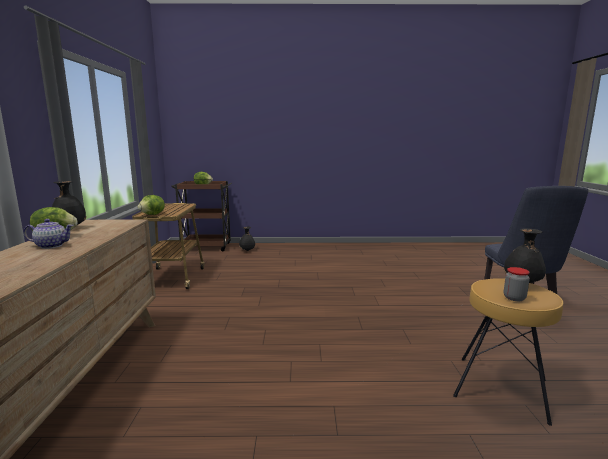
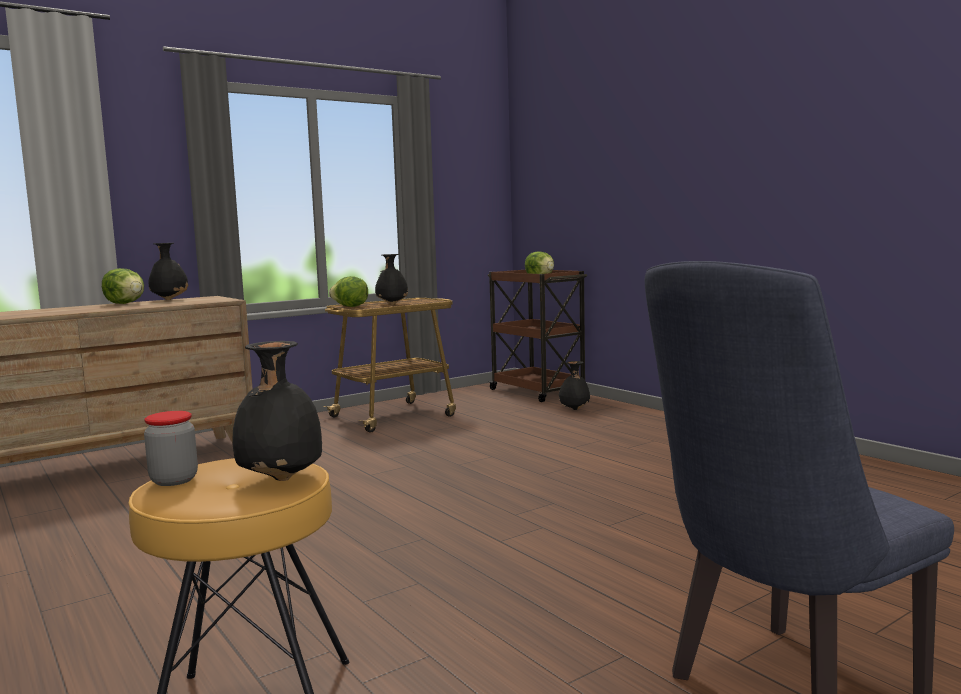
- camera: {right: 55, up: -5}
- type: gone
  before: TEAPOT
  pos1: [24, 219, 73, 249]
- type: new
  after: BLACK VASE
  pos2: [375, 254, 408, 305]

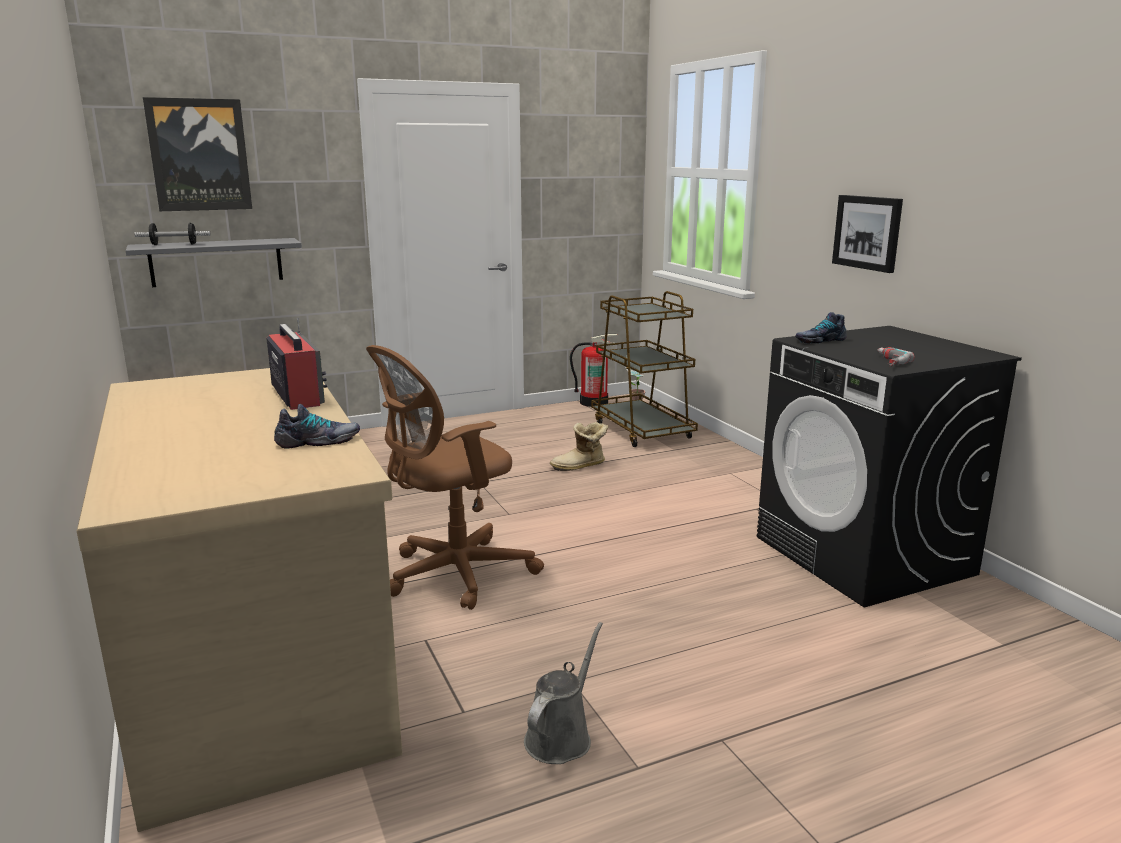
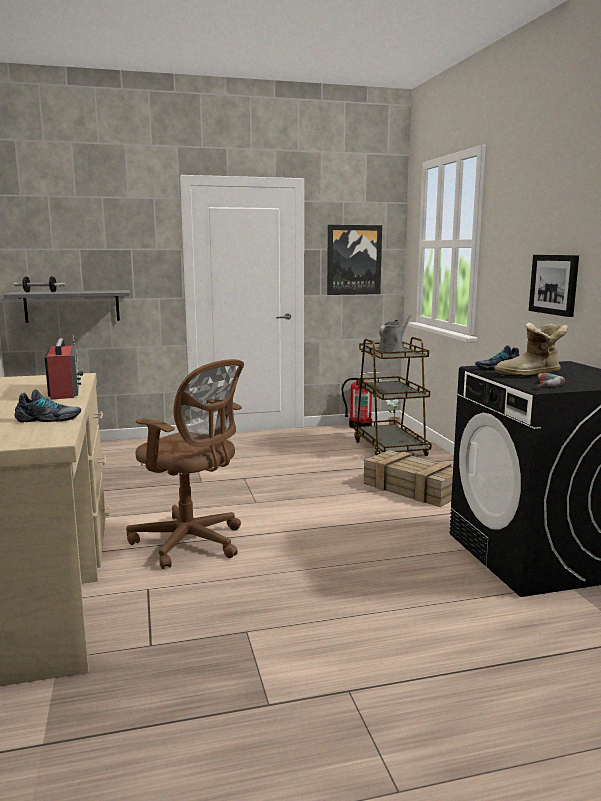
- camera: {right: 10, up: -5}
- type: shifted
  before: PICTURE
  pos1: [143, 97, 252, 211]
  pos2: [327, 225, 382, 295]
- type: rotated
  before: BROWN OFFICE CHAIR
  pos1: [366, 345, 544, 610]
  pos2: [126, 359, 244, 569]
  turn: -120
- type: shifted
  before: GREY WATERING CAN
  pos1: [524, 622, 603, 764]
  pos2: [378, 315, 412, 354]
- type: shifted
  before: BOOT
  pos1: [550, 422, 608, 471]
  pos2: [494, 323, 568, 376]
- type: new
  after: CRATE
  pos2: [364, 450, 453, 507]

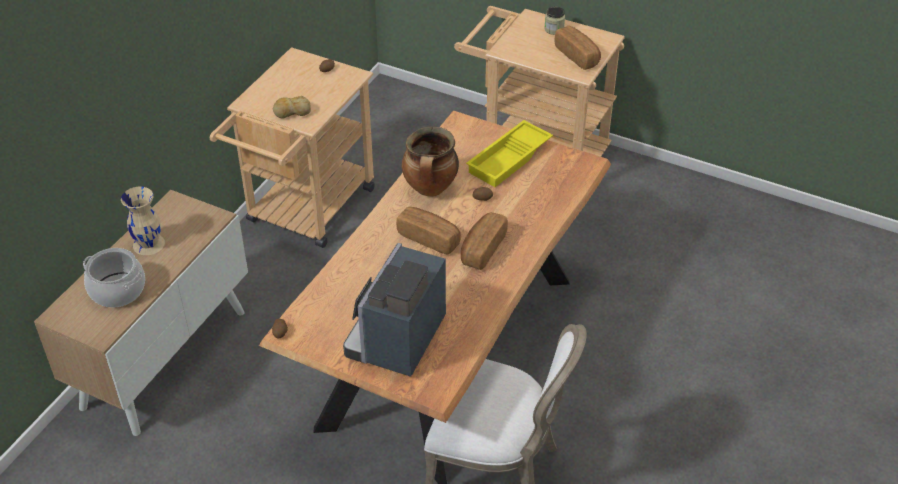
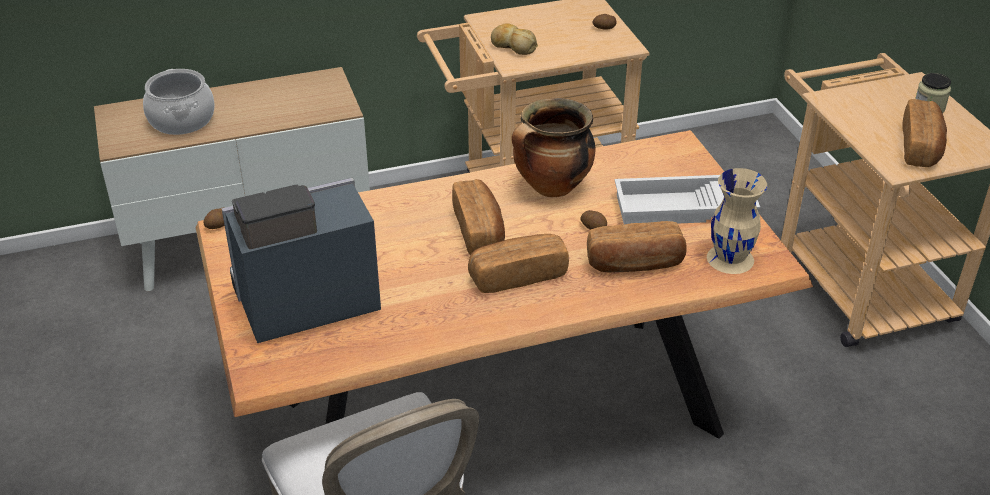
- camera: {right: 45, up: -5}
- type: shifted
  before: BEIGE VASE
  pos1: [121, 187, 165, 255]
  pos2: [707, 168, 767, 274]
- type: repainted
  before: YELLOW TRAY
  after: WHITE TRAY
  pos1: [466, 120, 553, 187]
  pos2: [615, 175, 760, 224]
- type: new
  after: BREAD
  pos2: [587, 221, 687, 273]

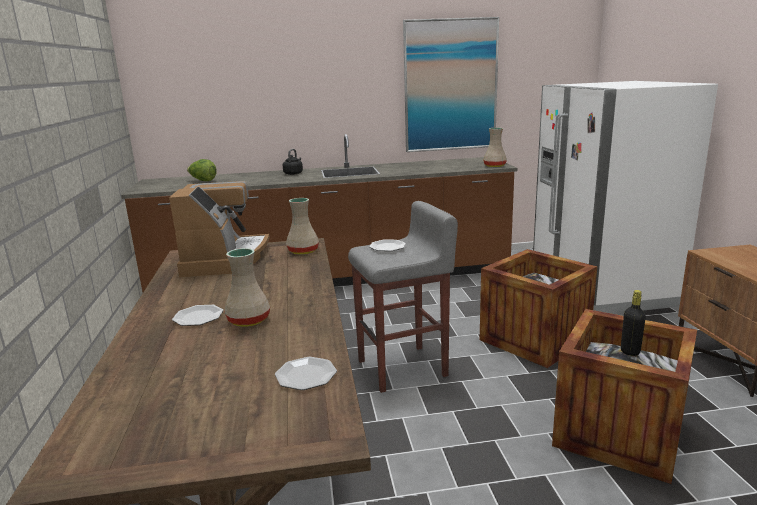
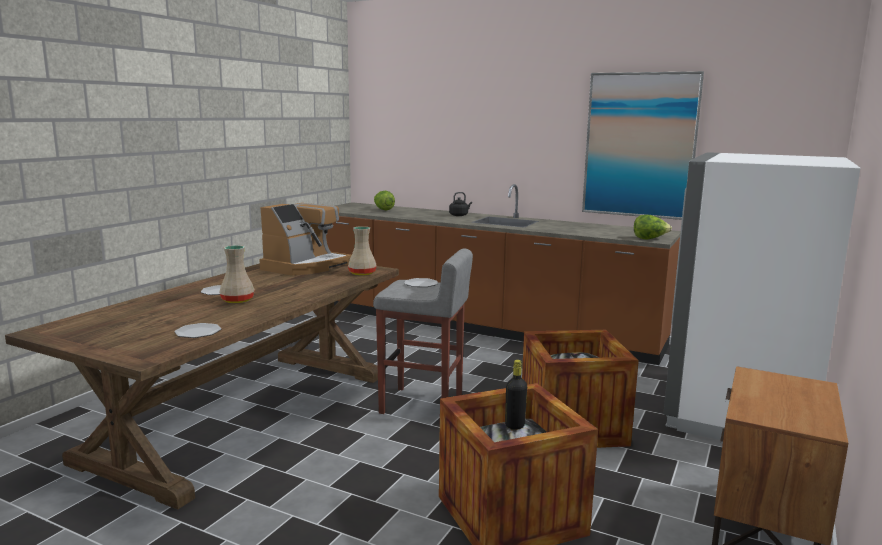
- camera: {right: 35, up: -5}
- type: swapped
  before: BEIGE VASE
  after: LETTUCE
  pos1: [483, 128, 507, 167]
  pos2: [634, 215, 672, 239]

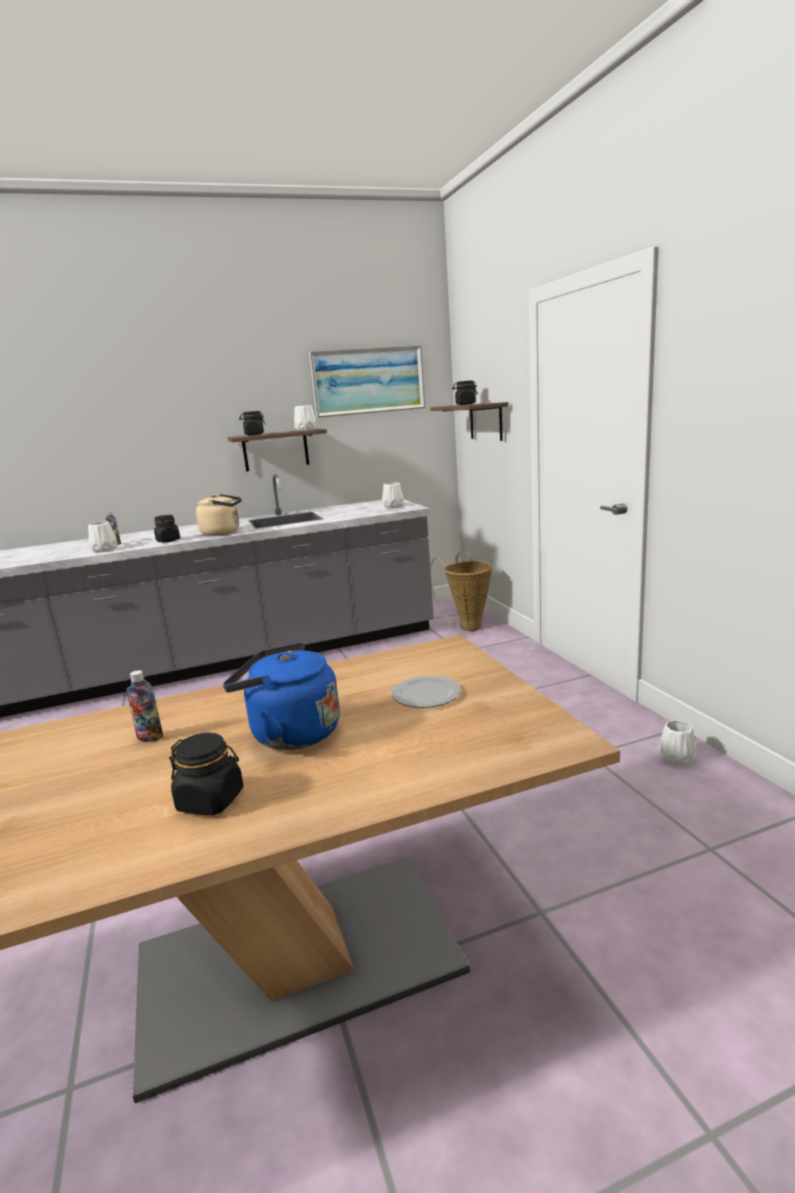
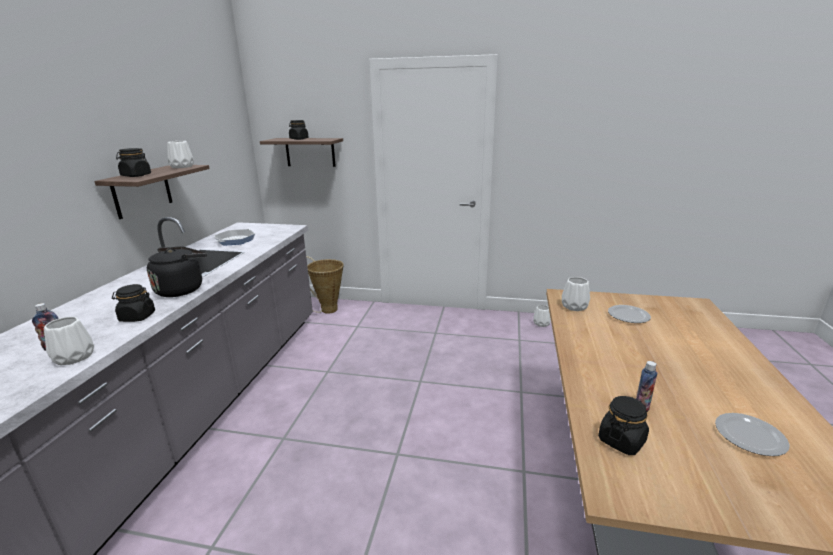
- camera: {right: -60, up: 5}
- type: shifted
  before: BLACK JAR
  pos1: [169, 733, 244, 815]
  pos2: [598, 396, 649, 455]
- type: repainted
  before: BEIGE KETTLE
  after: BLACK KETTLE
  pos1: [196, 494, 242, 536]
  pos2: [147, 247, 207, 297]
- type: gone
  before: BLUE KETTLE
  pos1: [223, 642, 340, 750]
- type: gone
  before: PICTURE
  pos1: [309, 345, 425, 418]
- type: shifted
  before: WHITE VASE
  pos1: [382, 482, 404, 508]
  pos2: [562, 277, 590, 311]
- type: new
  after: FRYING PAN
  pos2: [214, 229, 255, 245]
- type: new
  after: PLATE
  pos2: [715, 413, 790, 456]

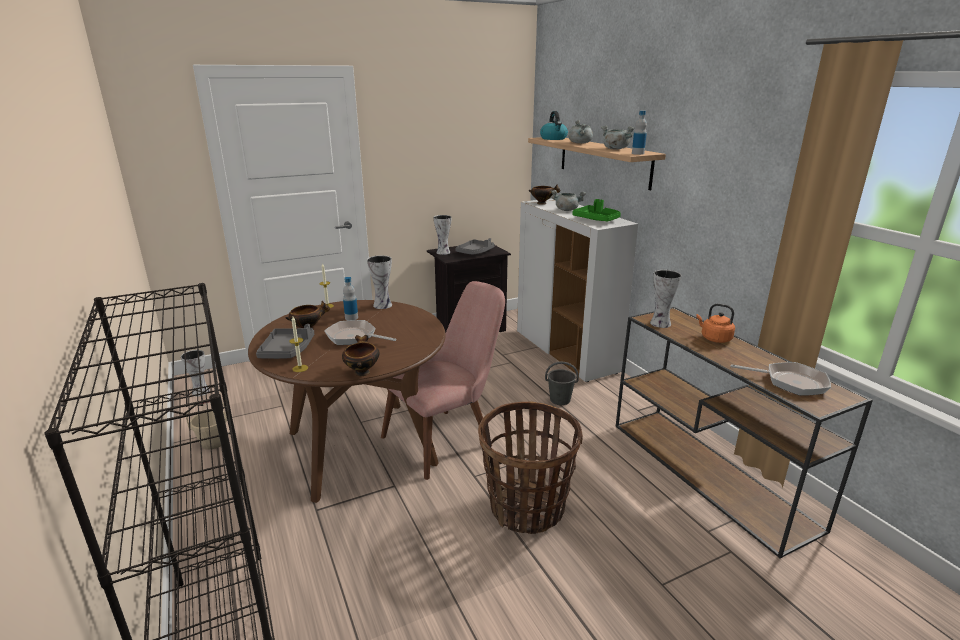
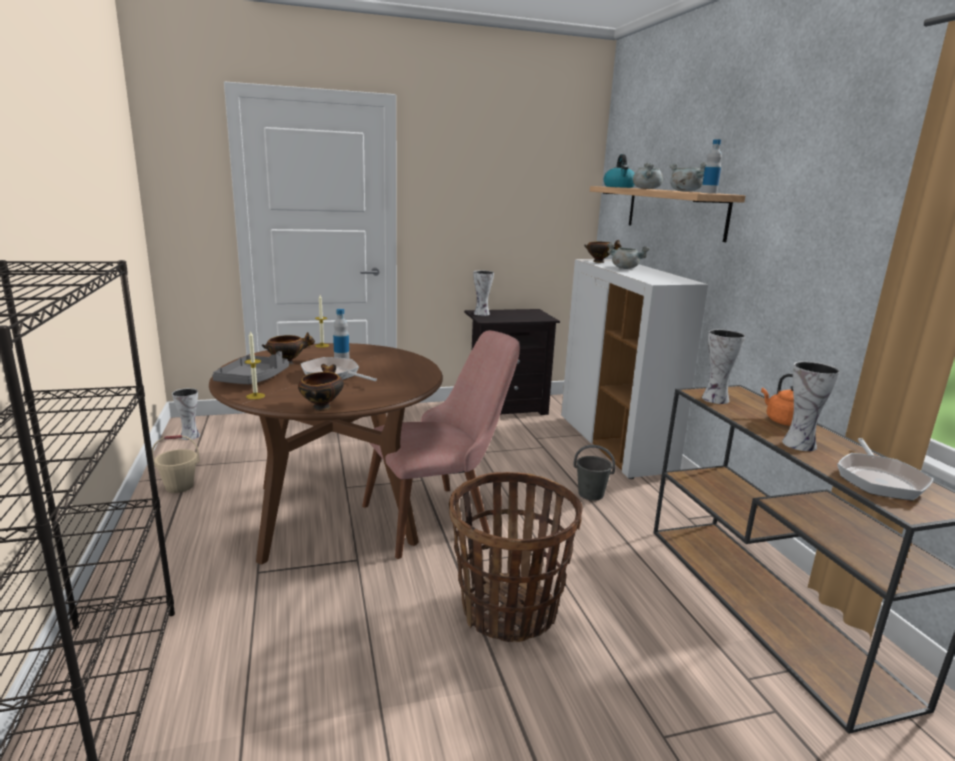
- camera: {right: 10, up: -5}
- type: shifted
  before: VASE
  pos1: [367, 255, 392, 309]
  pos2: [782, 361, 840, 451]
- type: gone
  before: GREY TRAY
  pos1: [455, 238, 495, 255]
- type: gone
  before: GREEN TRAY
  pos1: [572, 199, 621, 222]
- type: rotated
  before: FRYING PAN
  pos1: [731, 362, 831, 396]
  pos2: [837, 438, 933, 501]
  turn: 75

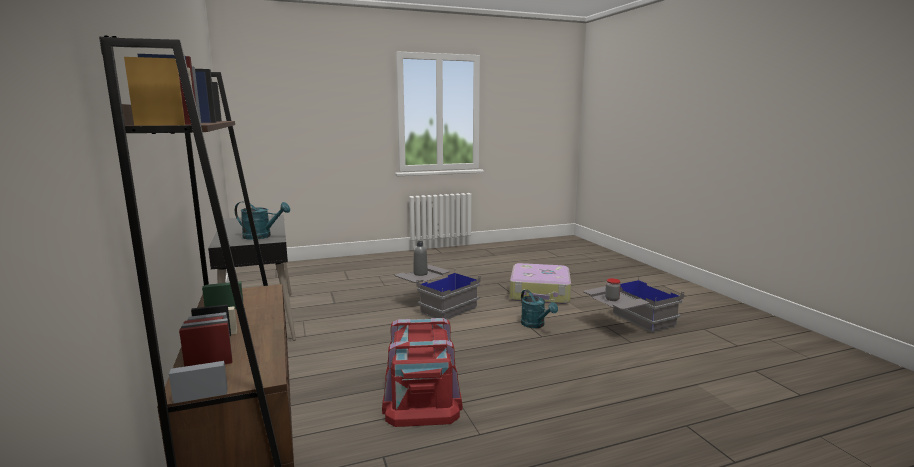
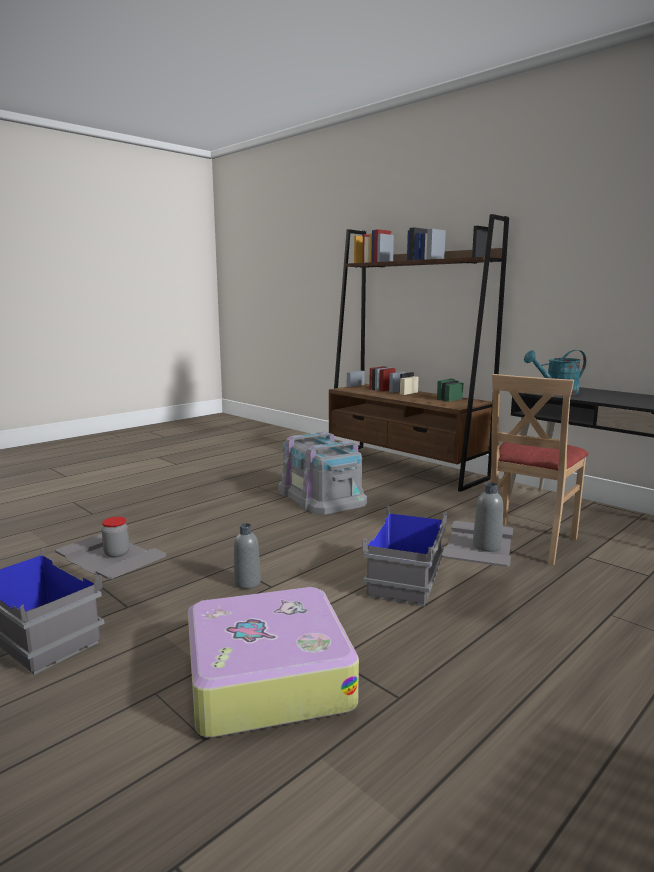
- camera: {right: 155, up: 0}
- type: repainted
  before: RED STORAGE BOX
  after: GREY STORAGE BOX
  pos1: [382, 318, 462, 427]
  pos2: [278, 432, 367, 515]
- type: swapped
  before: TURQUOISE WATERING CAN
  after: GREY BOTTLE
  pos1: [521, 290, 558, 328]
  pos2: [234, 523, 261, 589]
- type: new
  after: BEIGE CHAIR
  pos2: [490, 374, 589, 565]

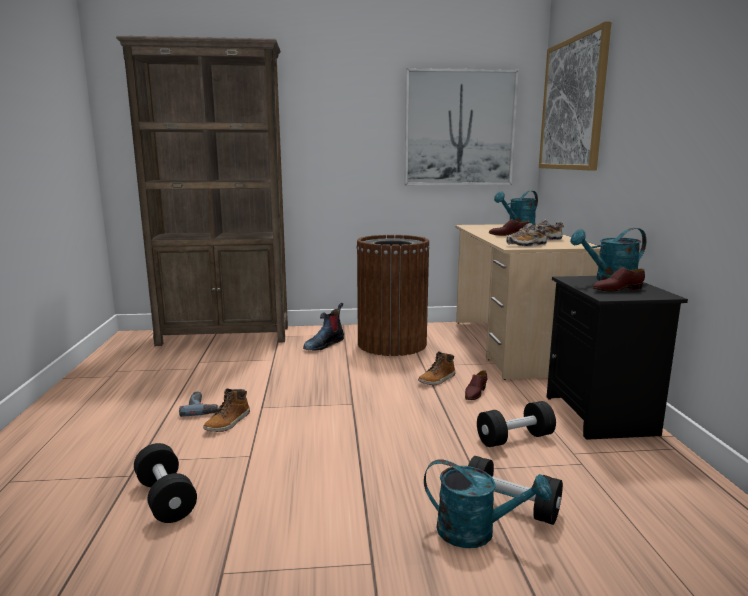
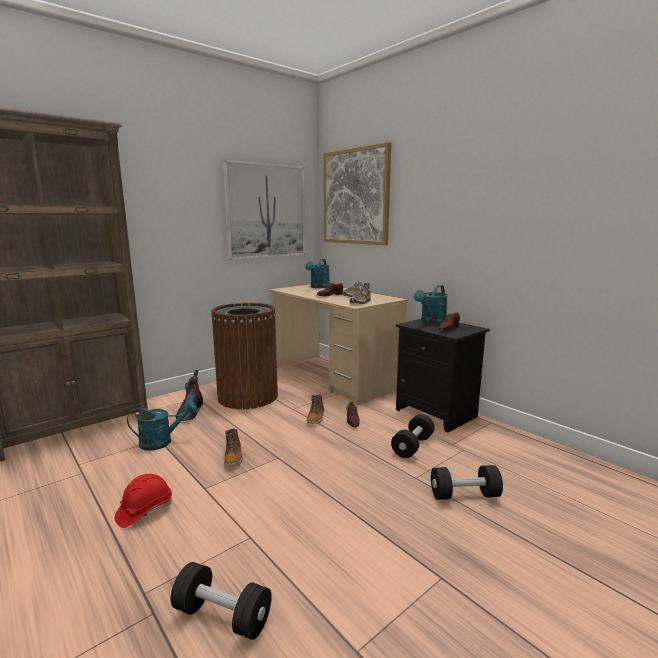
- camera: {right: -35, up: 0}
- type: swapped
  before: POWER DRILL
  after: RED HARD HAT
  pos1: [179, 391, 220, 417]
  pos2: [115, 474, 172, 528]
- type: shifted
  before: BOOT
  pos1: [203, 389, 250, 432]
  pos2: [224, 429, 243, 466]
- type: shifted
  before: TURQUOISE WATERING CAN
  pos1: [424, 459, 552, 548]
  pos2: [127, 401, 198, 451]

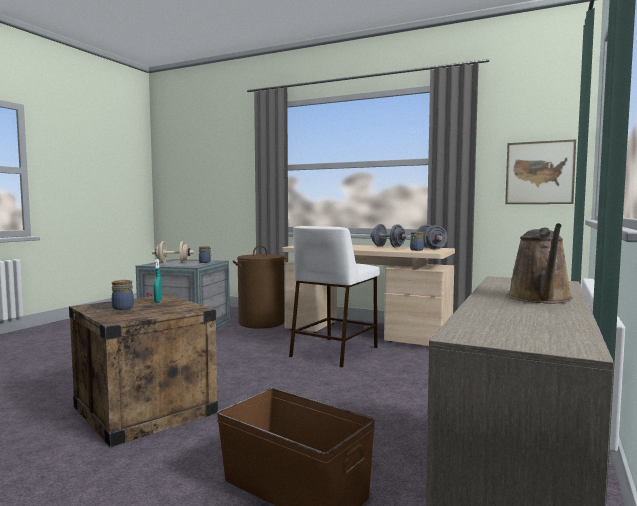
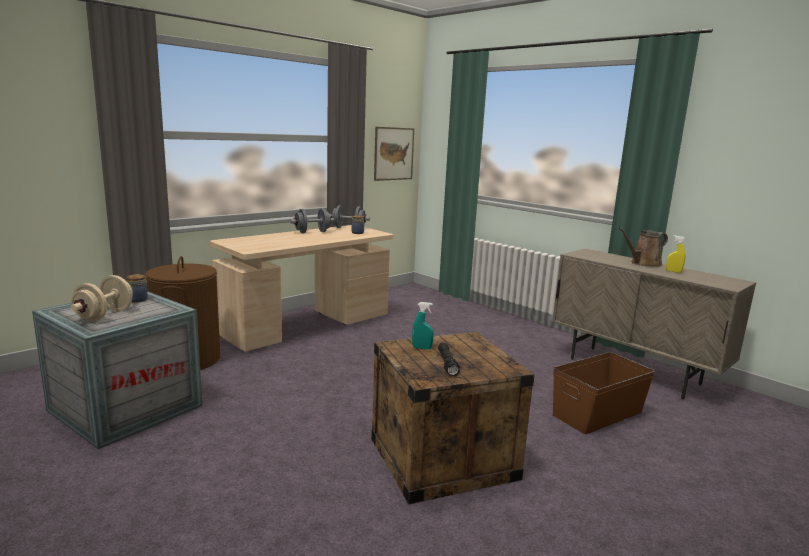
- camera: {right: -70, up: 10}
- type: swapped
  before: JAR
  after: BLACK FLASHLIGHT
  pos1: [112, 280, 134, 310]
  pos2: [438, 342, 460, 376]
- type: gone
  before: WHITE STOOL
  pos1: [289, 226, 380, 367]
- type: rotated
  before: BROWN WATERING CAN
  pos1: [508, 223, 573, 303]
  pos2: [619, 228, 668, 267]
  turn: 120
- type: new
  after: YELLOW SPRAY BOTTLE
  pos2: [666, 235, 686, 273]

